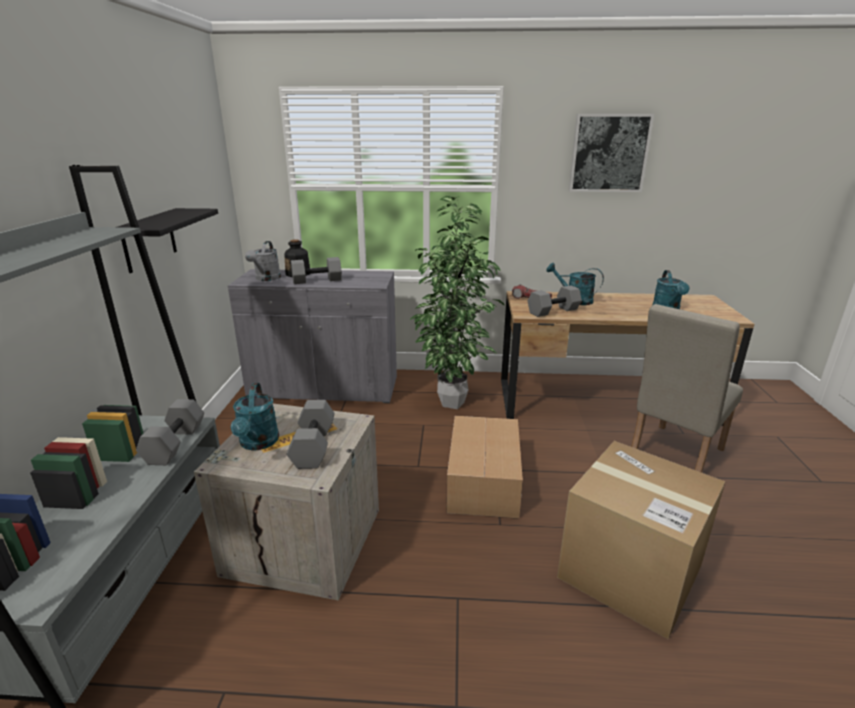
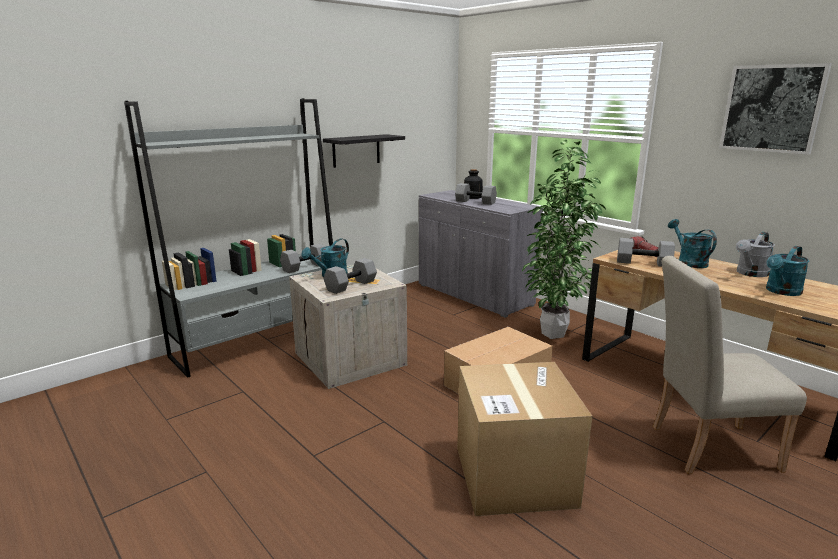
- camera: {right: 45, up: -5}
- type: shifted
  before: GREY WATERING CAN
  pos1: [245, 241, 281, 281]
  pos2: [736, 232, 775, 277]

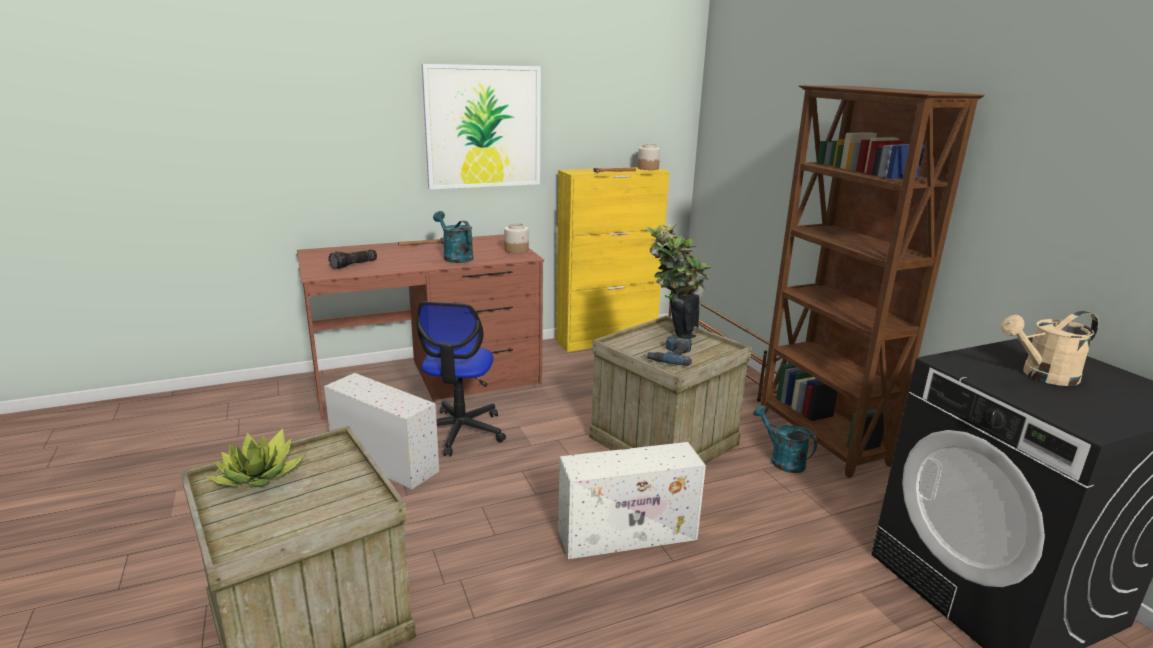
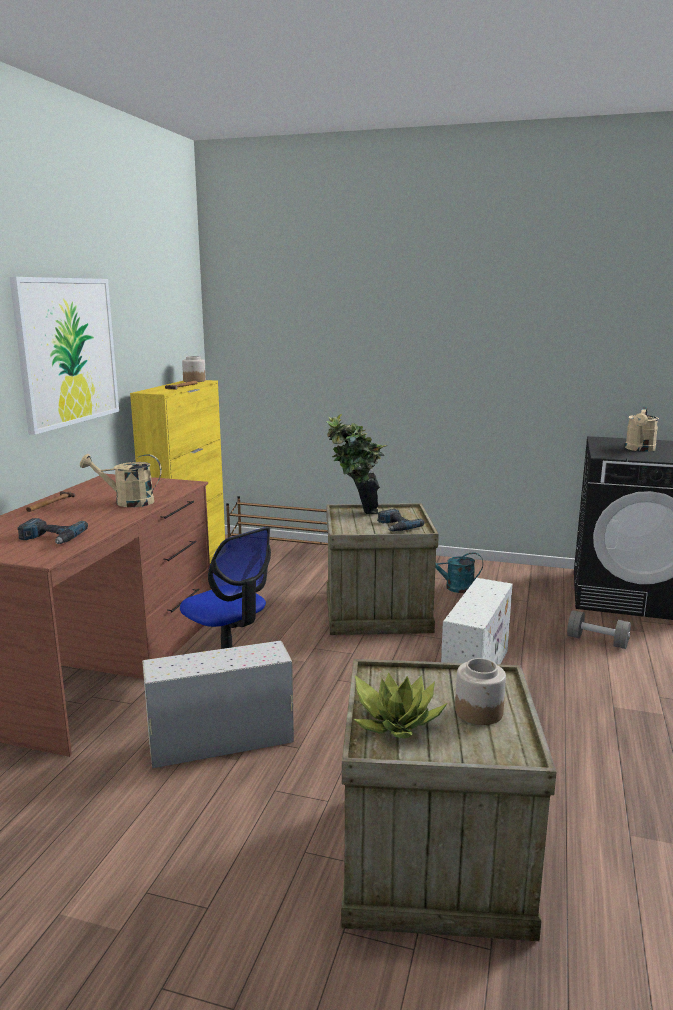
- camera: {right: -50, up: -5}
- type: swapped
  before: FLASHLIGHT
  after: POWER DRILL
  pos1: [328, 250, 377, 269]
  pos2: [17, 518, 88, 544]
- type: repainted
  before: TURQUOISE WATERING CAN
  after: BEIGE WATERING CAN
  pos1: [433, 211, 473, 263]
  pos2: [80, 454, 162, 507]
- type: shifted
  before: JAR
  pos1: [504, 223, 529, 254]
  pos2: [455, 658, 506, 725]
- type: gone
  before: BROWN BOOKCASE
  pos1: [761, 85, 985, 478]
- type: new
  after: GREY DUMBBELL
  pos2: [567, 610, 631, 649]

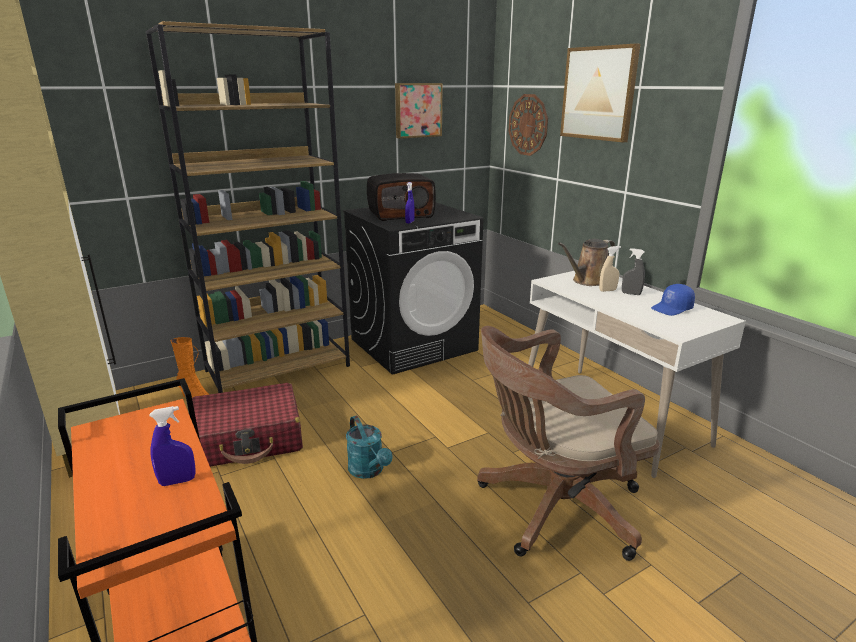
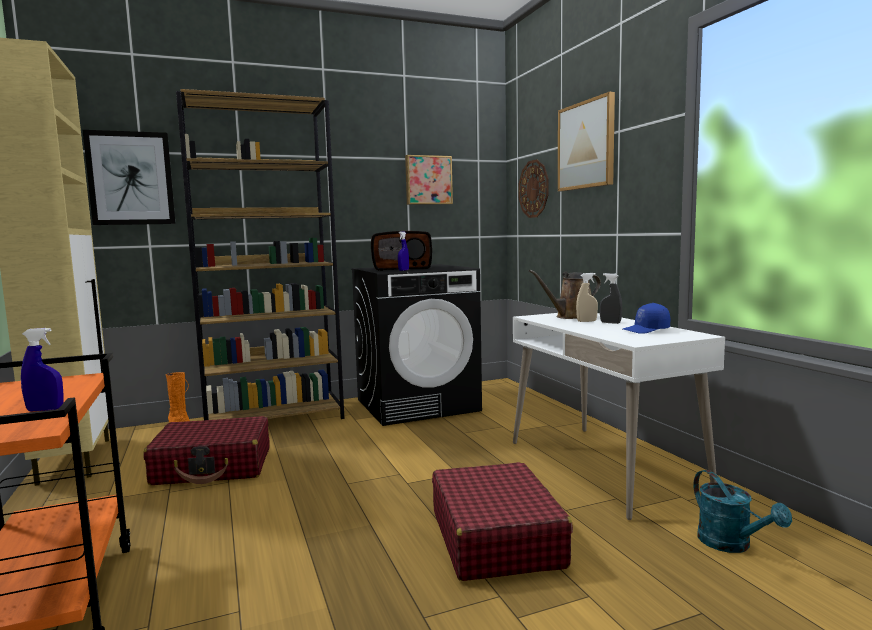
- camera: {right: 10, up: -15}
- type: shifted
  before: TURQUOISE WATERING CAN
  pos1: [346, 416, 393, 479]
  pos2: [693, 470, 792, 553]
- type: swapped
  before: BROWN OFFICE CHAIR
  after: RED SUITCASE
  pos1: [477, 326, 660, 561]
  pos2: [432, 462, 573, 581]
- type: new
  after: PICTURE
  pos2: [83, 130, 175, 225]

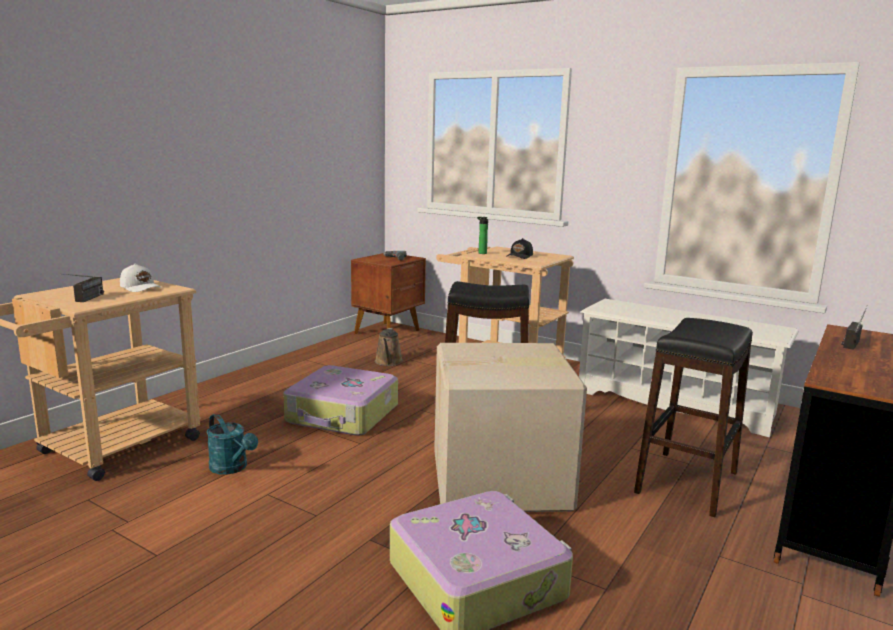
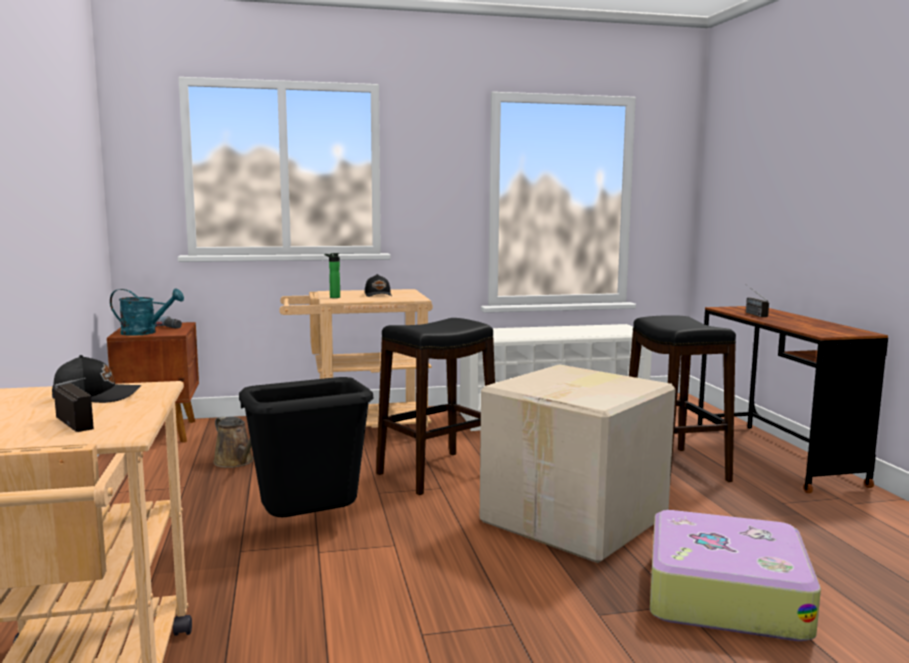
- camera: {right: -45, up: -5}
- type: repainted
  before: WHITE CAP
  after: BLACK CAP
  pos1: [120, 264, 162, 292]
  pos2: [52, 355, 141, 403]
- type: shifted
  before: TURQUOISE WATERING CAN
  pos1: [207, 414, 258, 475]
  pos2: [110, 288, 184, 336]
- type: swapped
  before: SUITCASE
  after: BLACK TRASH CAN
  pos1: [283, 365, 398, 436]
  pos2: [239, 377, 374, 517]

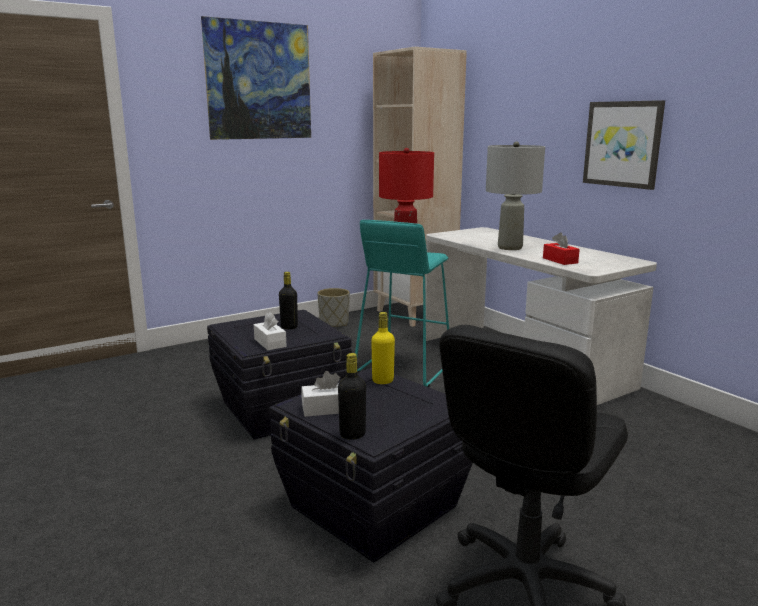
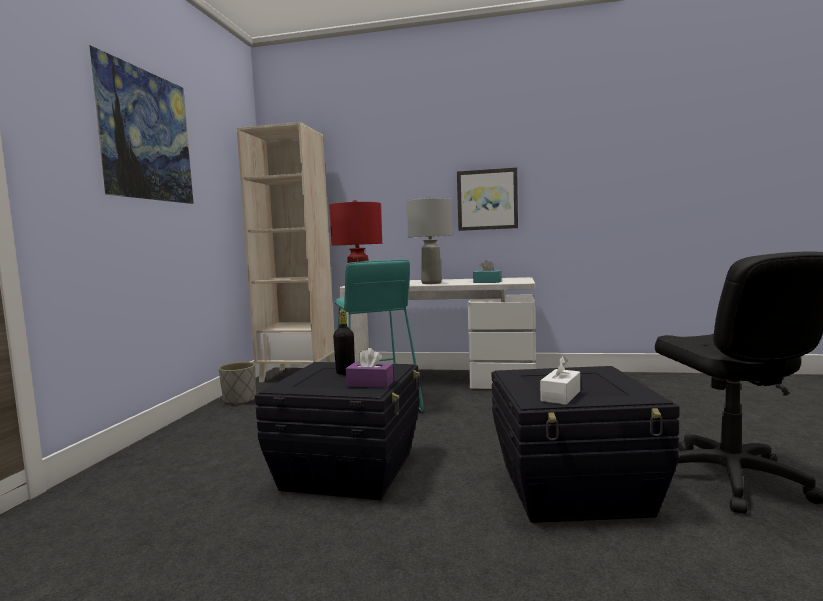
- camera: {right: -45, up: -10}
- type: repainted
  before: WHITE TISSUE BOX
  after: PURPLE TISSUE BOX
  pos1: [254, 312, 287, 350]
  pos2: [346, 348, 393, 388]
- type: gone
  before: BLACK BOTTLE
  pos1: [338, 353, 366, 440]
- type: gone
  before: YELLOW BOTTLE
  pos1: [371, 312, 395, 384]
- type: repainted
  before: RED TISSUE BOX
  after: TURQUOISE TISSUE BOX
  pos1: [543, 232, 580, 265]
  pos2: [473, 260, 502, 283]

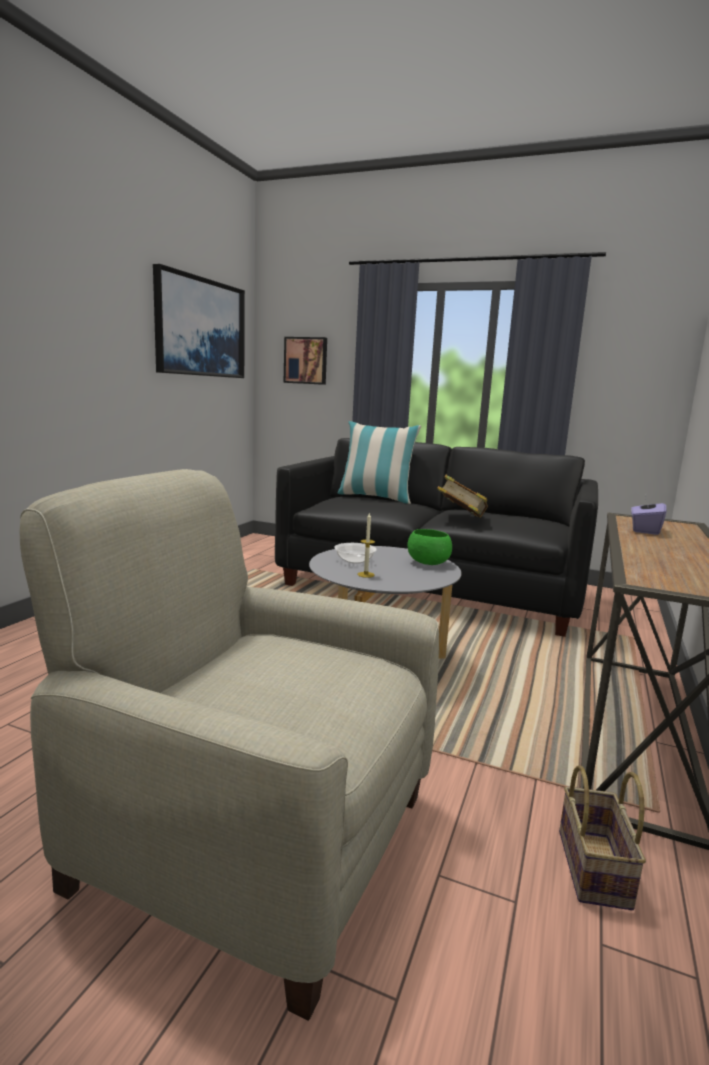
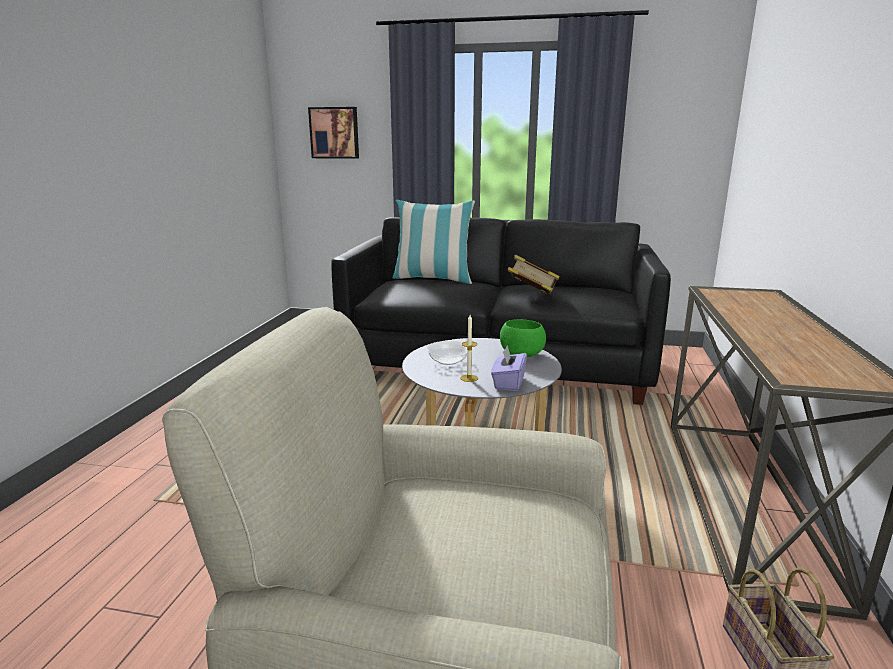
- camera: {right: -10, up: 5}
- type: gone
  before: PICTURE
  pos1: [153, 264, 245, 378]
- type: shifted
  before: PURPLE TISSUE BOX
  pos1: [631, 493, 667, 535]
  pos2: [491, 345, 527, 391]

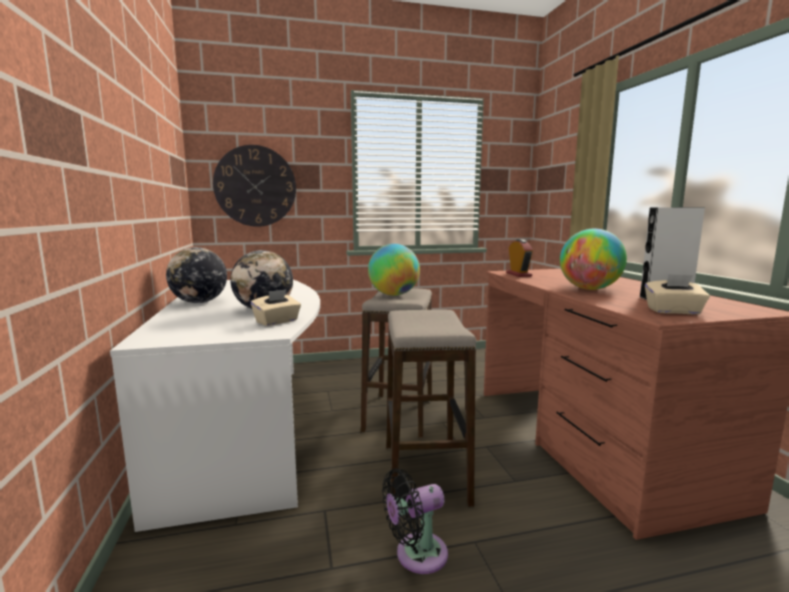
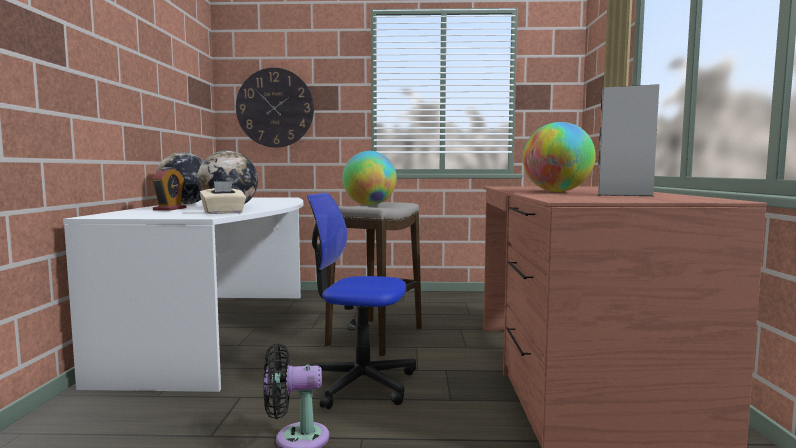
- camera: {right: 15, up: -5}
- type: swapped
  before: STOOL
  after: OFFICE CHAIR
  pos1: [386, 310, 476, 507]
  pos2: [307, 193, 416, 409]
- type: shifted
  before: ALARM CLOCK
  pos1: [506, 239, 533, 277]
  pos2: [152, 167, 186, 211]
- type: gone
  before: BEIGE TISSUE BOX
  pos1: [645, 274, 710, 314]

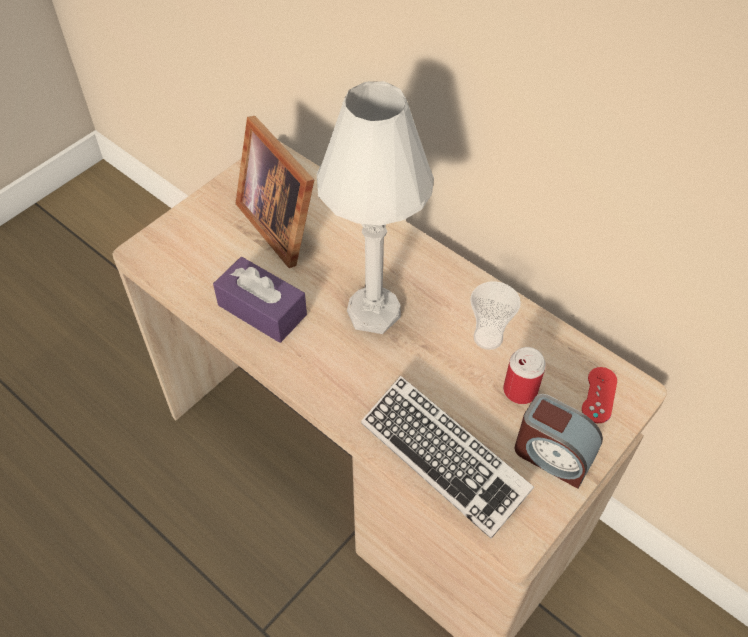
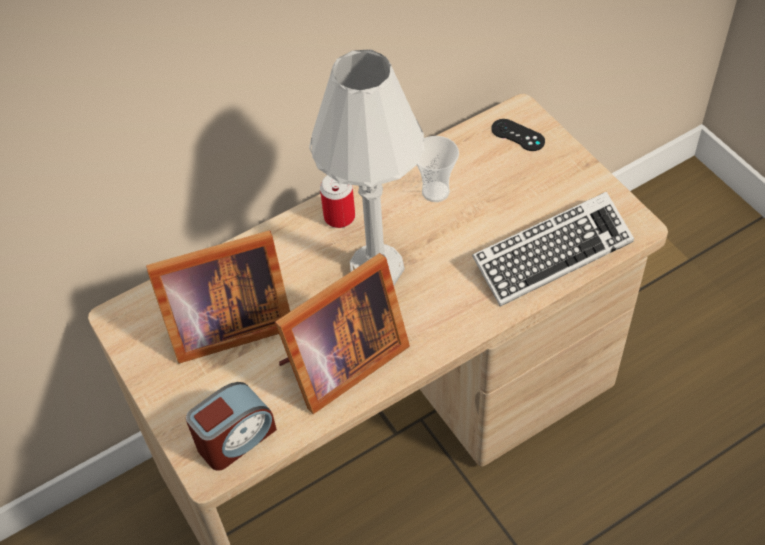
- camera: {right: -70, up: 0}
- type: swapped
  before: PURPLE TISSUE BOX
  after: PICTURE FRAME
  pos1: [213, 257, 307, 343]
  pos2: [275, 253, 410, 414]
- type: shifted
  before: CAN
  pos1: [503, 347, 546, 404]
  pos2: [320, 175, 355, 228]
- type: shifted
  before: ALARM CLOCK
  pos1: [515, 394, 603, 489]
  pos2: [186, 382, 277, 471]
- type: repainted
  before: RED GAME CONTROLLER
  after: BLACK GAME CONTROLLER
  pos1: [582, 367, 617, 423]
  pos2: [491, 119, 545, 151]

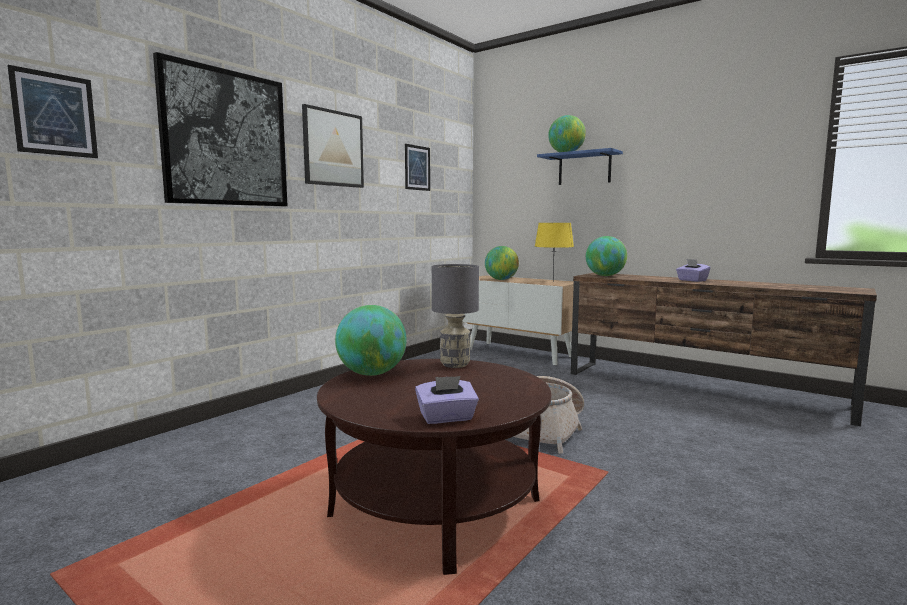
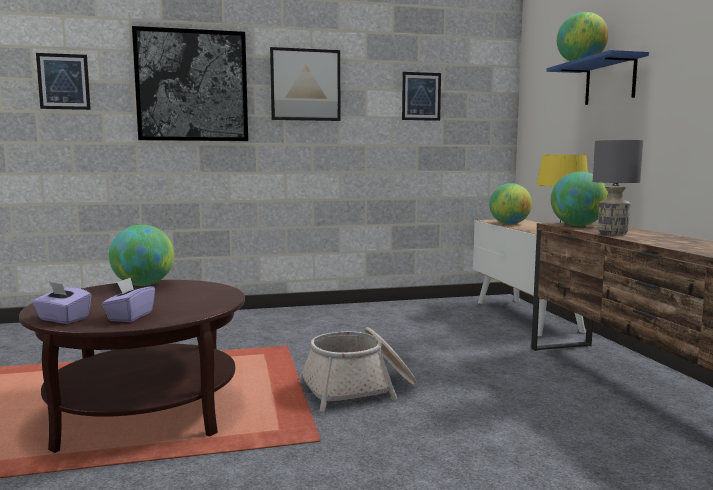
- camera: {right: 40, up: 0}
- type: shifted
  before: GREY TABLE LAMP
  pos1: [432, 264, 479, 368]
  pos2: [593, 140, 643, 235]
- type: shifted
  before: PURPLE TISSUE BOX
  pos1: [676, 259, 711, 282]
  pos2: [102, 278, 155, 322]

